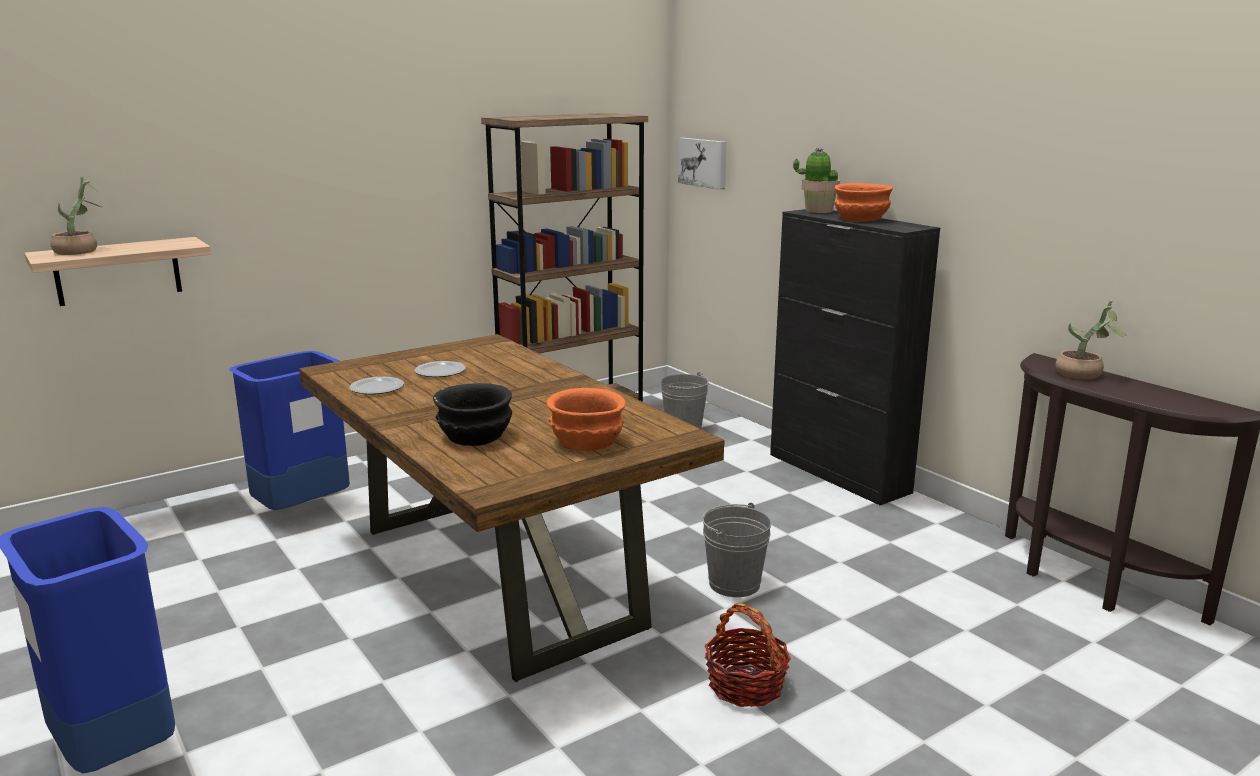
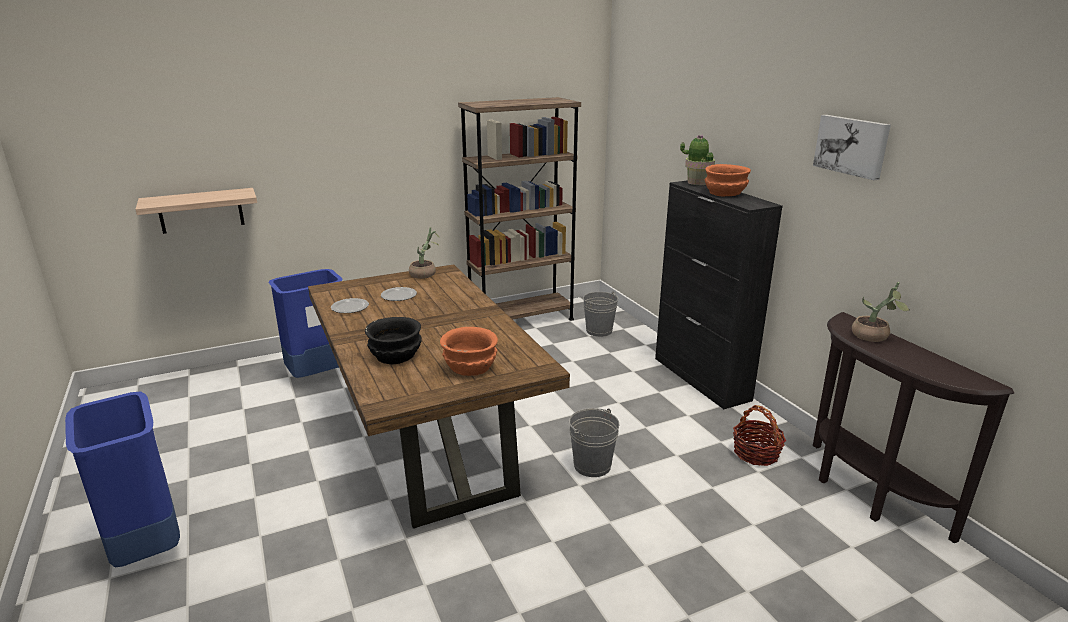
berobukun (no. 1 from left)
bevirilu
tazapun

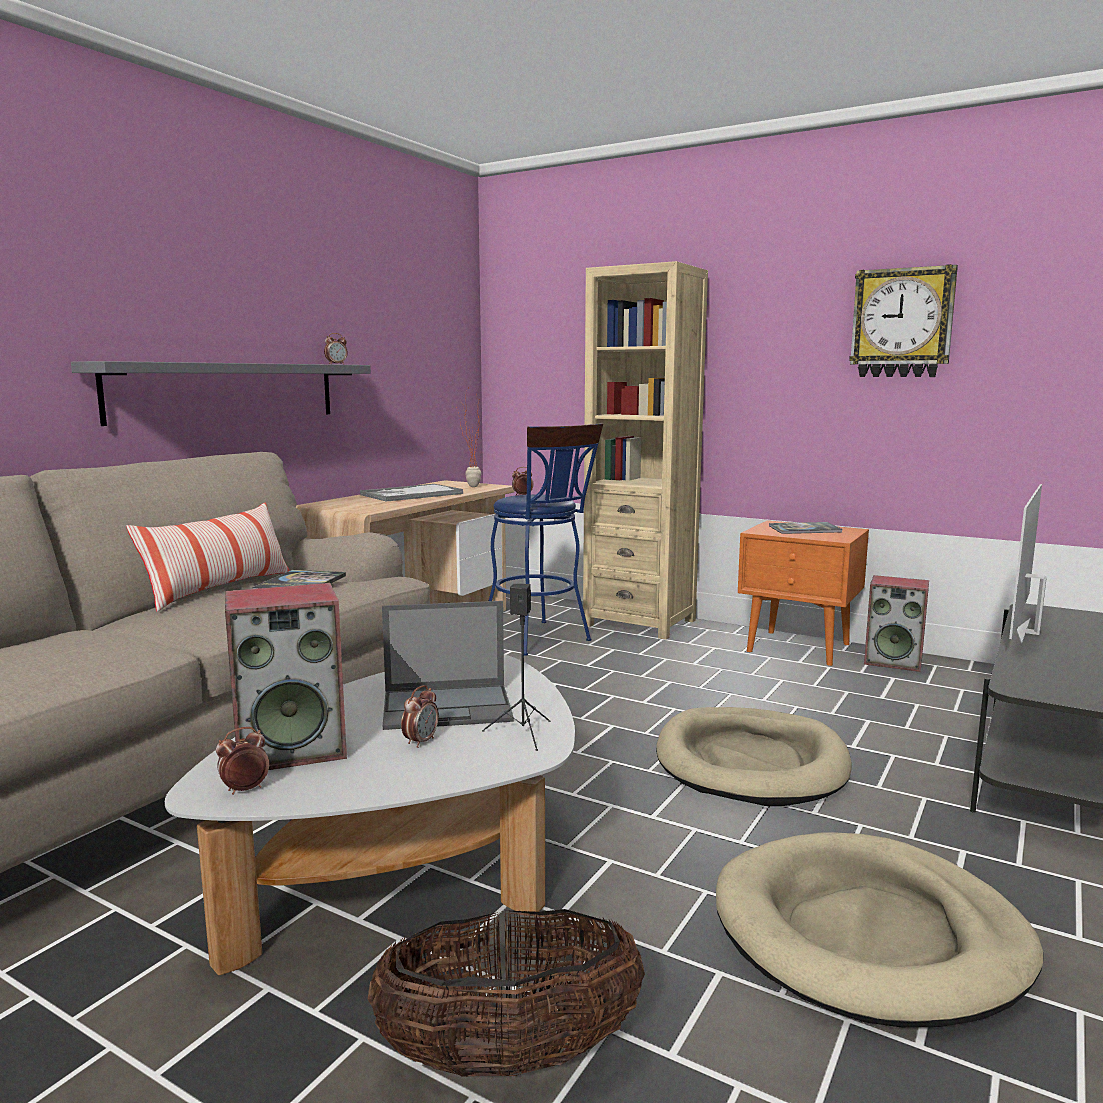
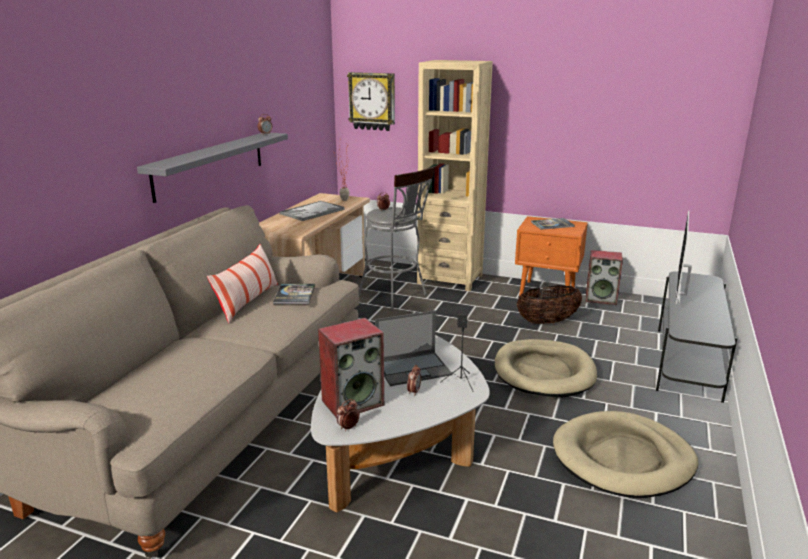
tazapun
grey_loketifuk
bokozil

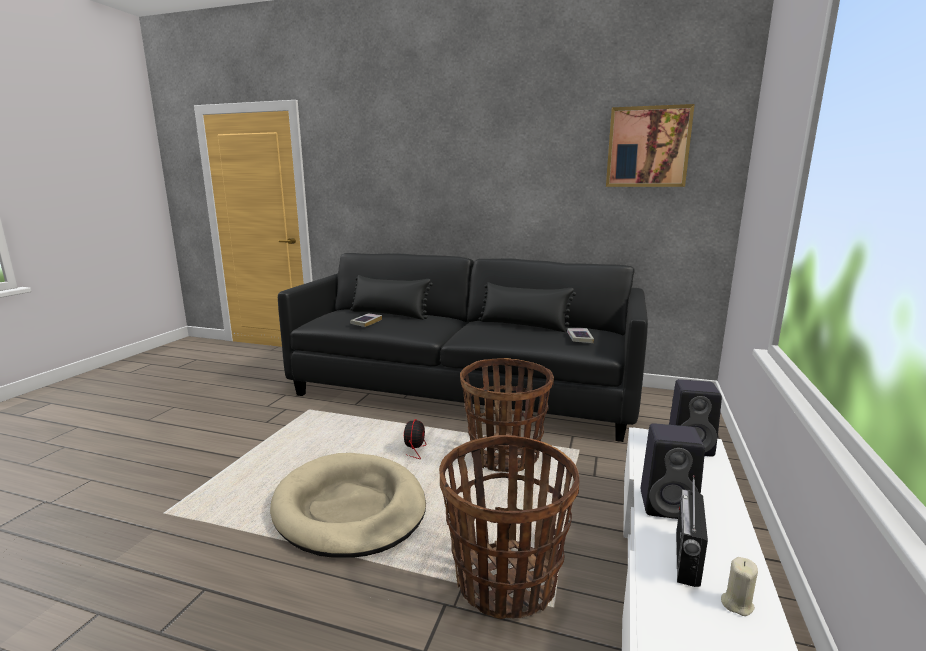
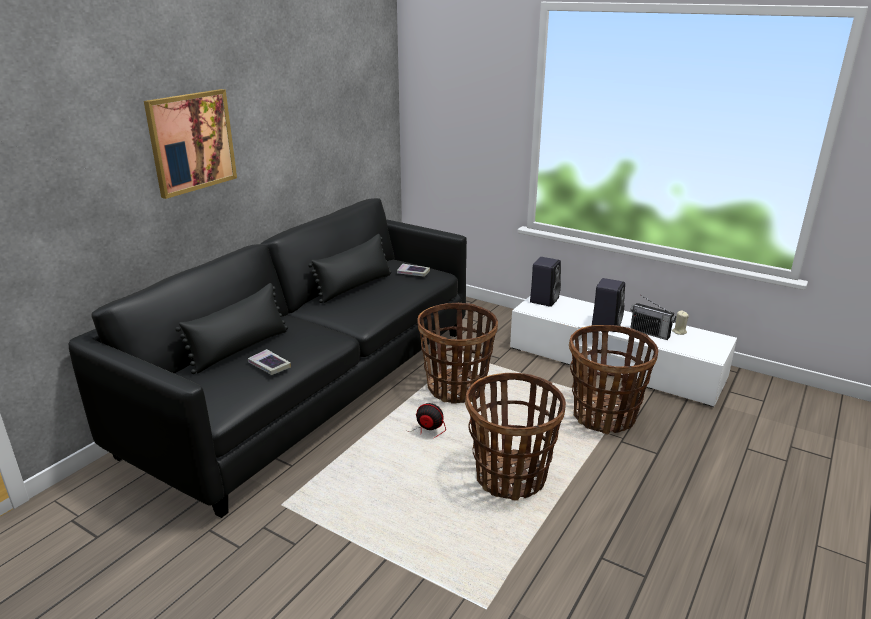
tazapun (no. 2 from left)
bevirilu

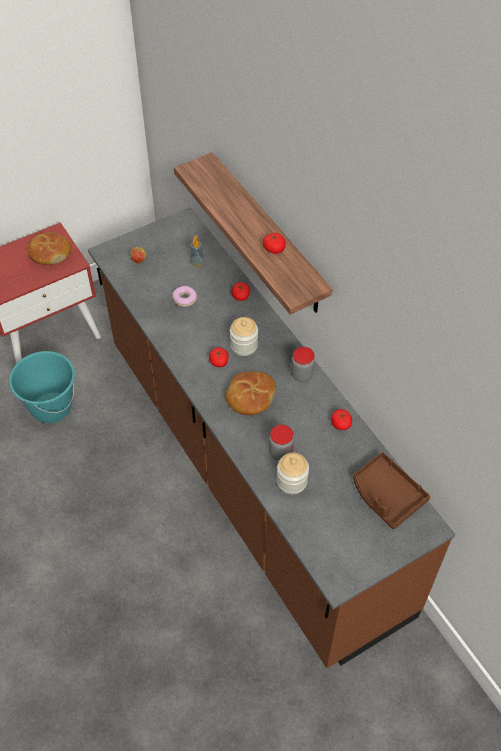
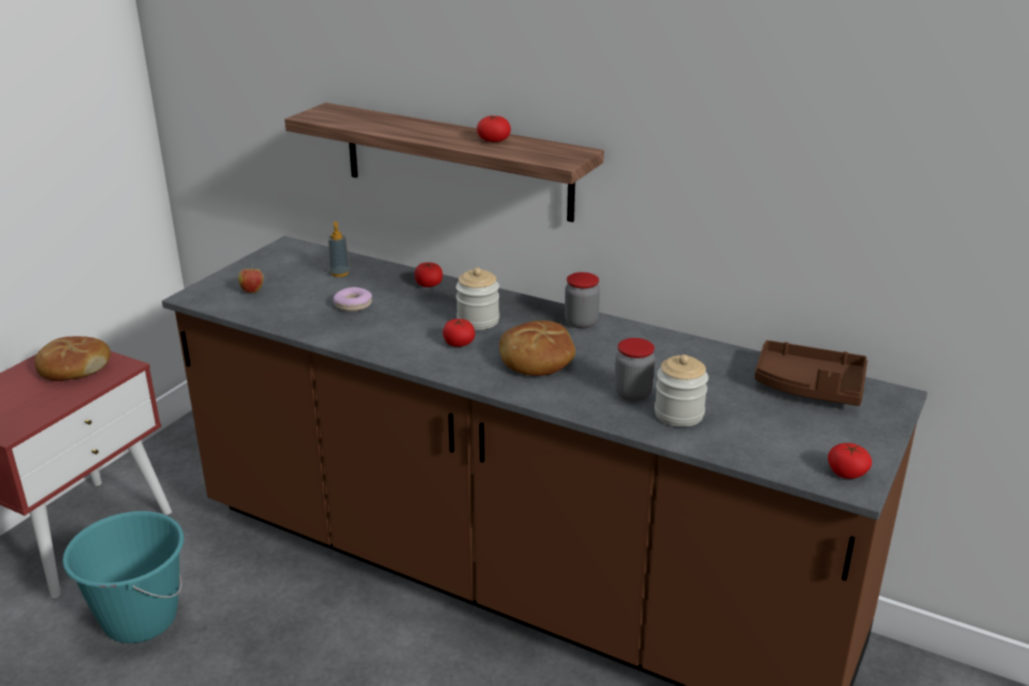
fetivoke (no. 4 from left)

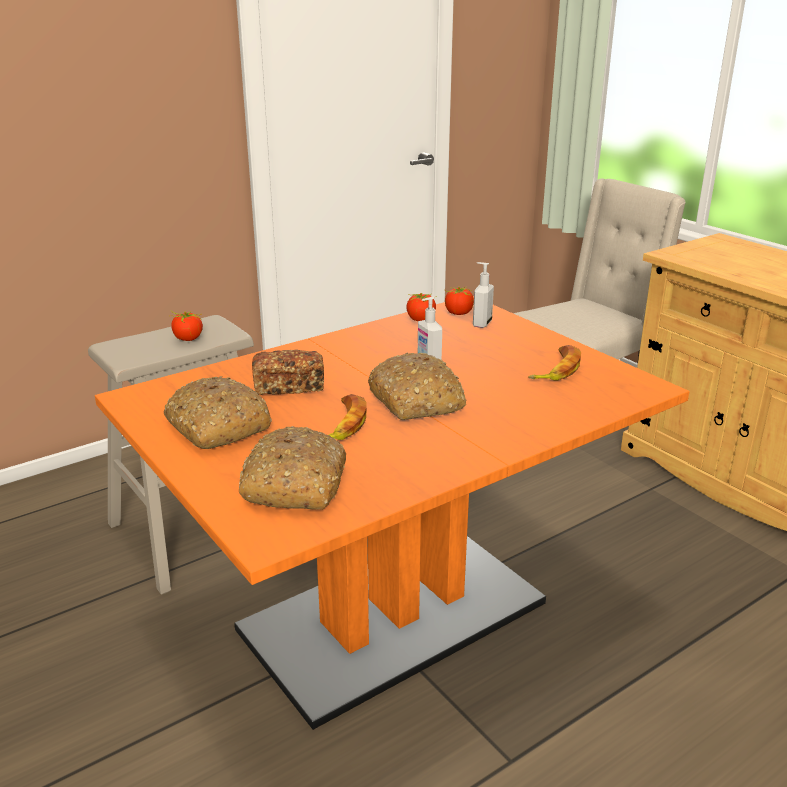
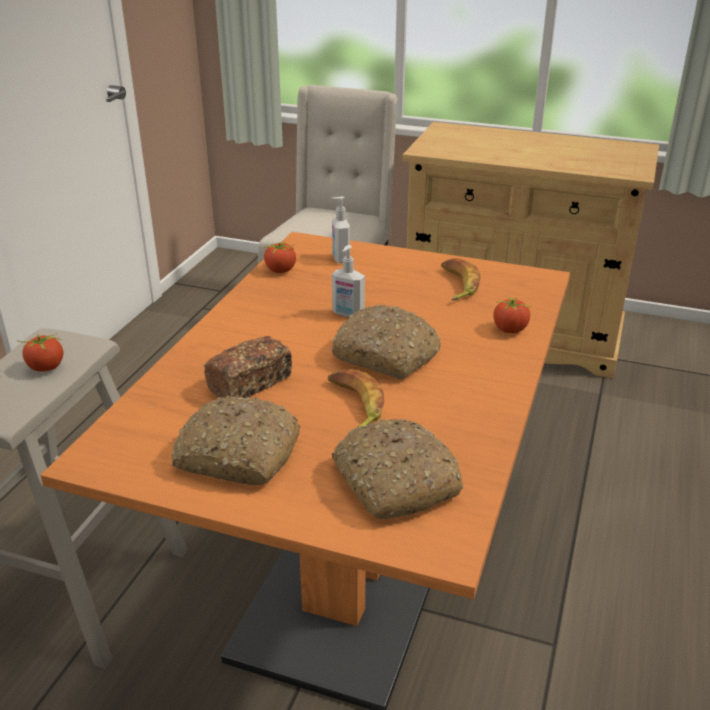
fetivoke (no. 3 from left)

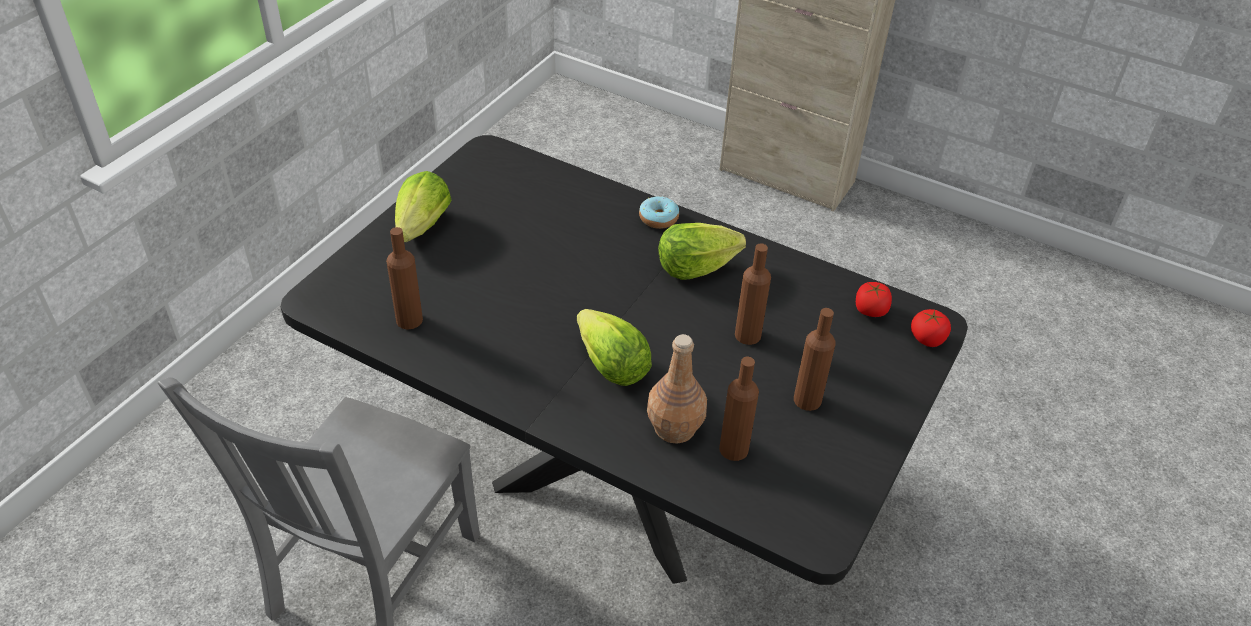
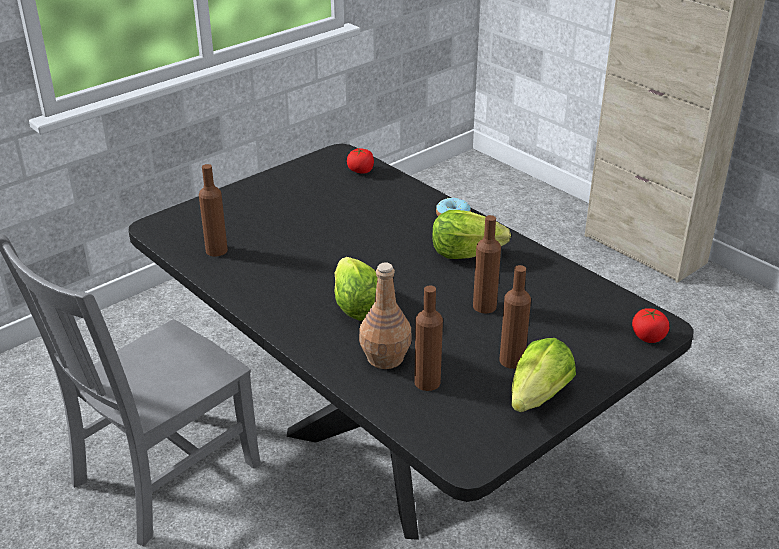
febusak (no. 3 from left)
fetivoke (no. 1 from left)

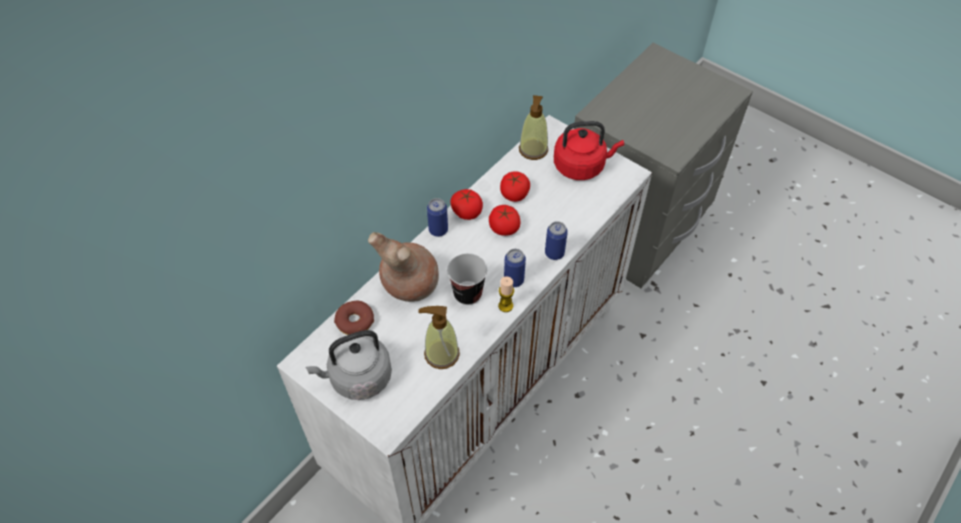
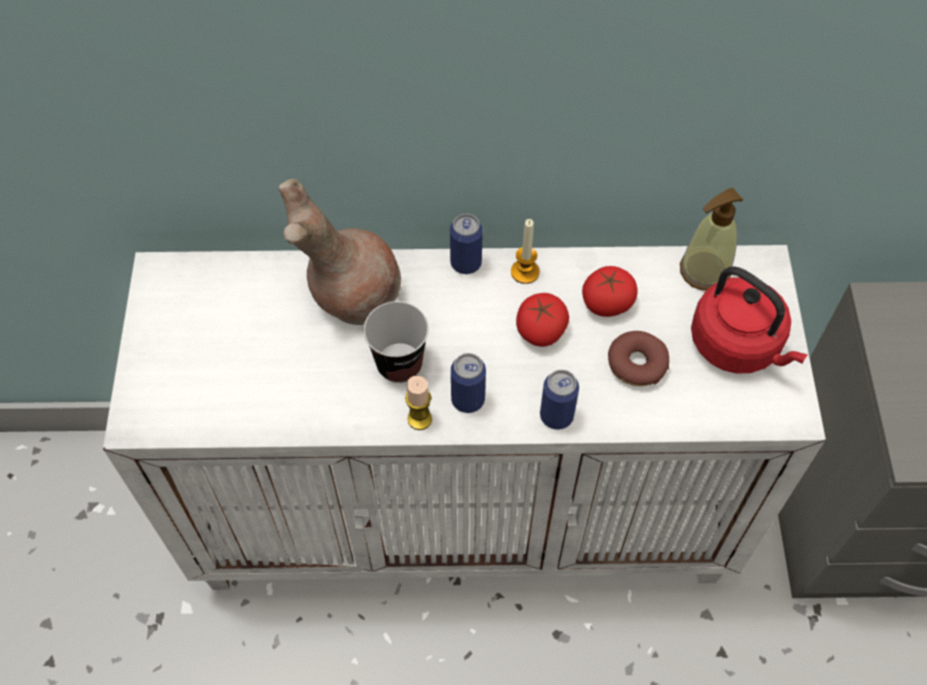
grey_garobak
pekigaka
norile (no. 1 from left in the first image)
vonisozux (no. 2 from left)

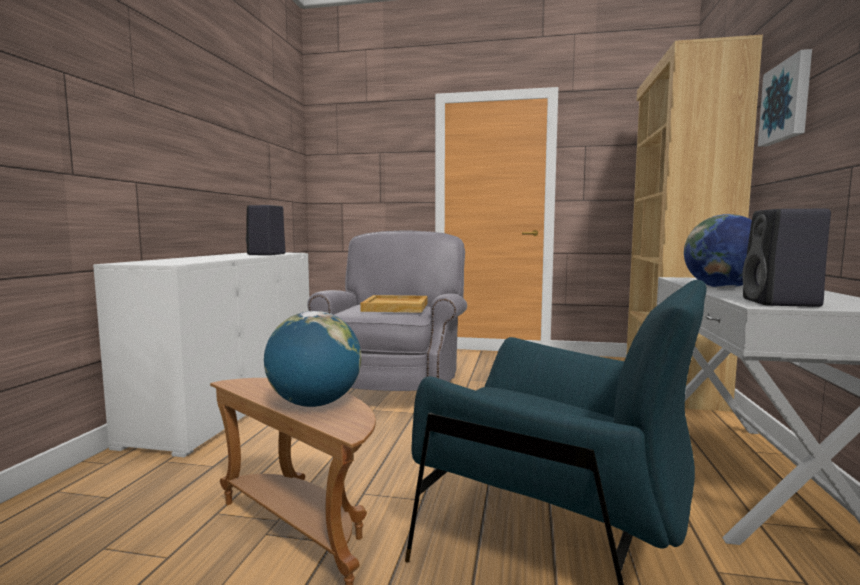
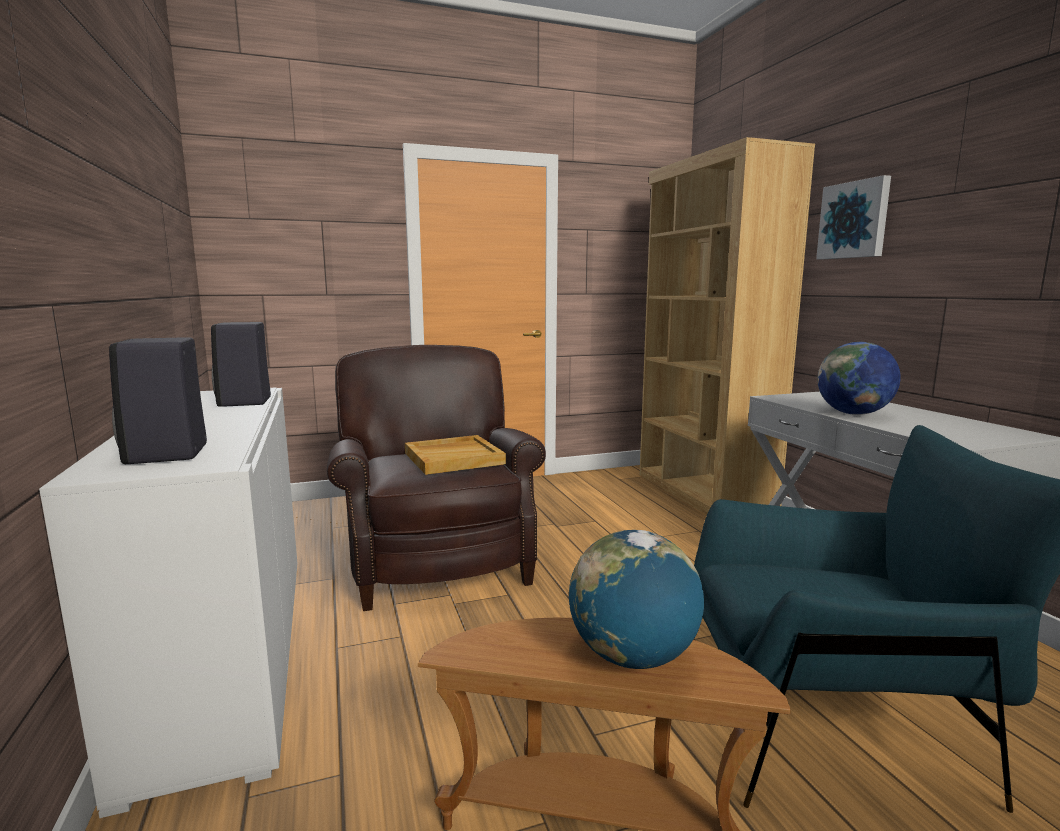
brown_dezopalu
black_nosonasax (no. 1 from left)

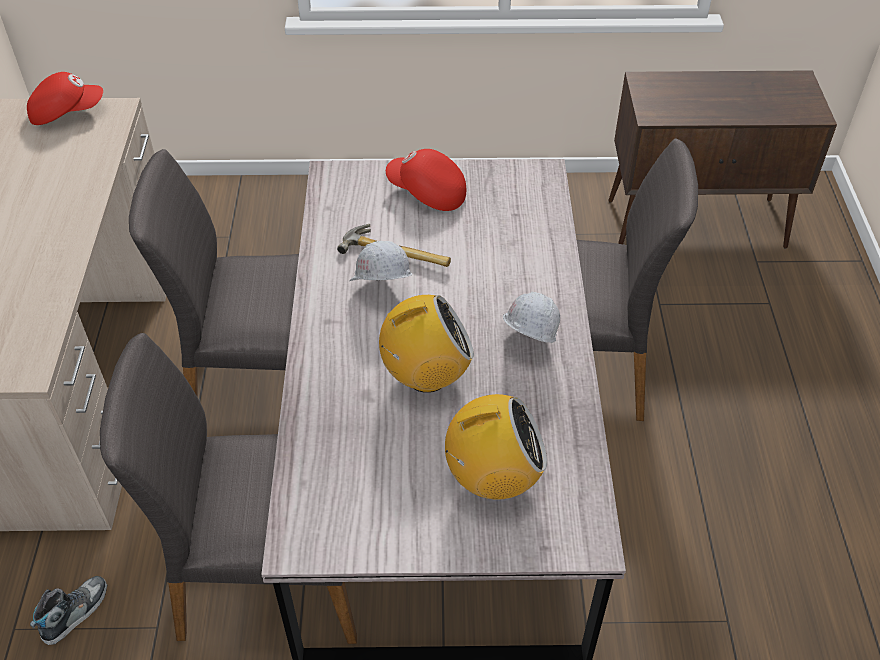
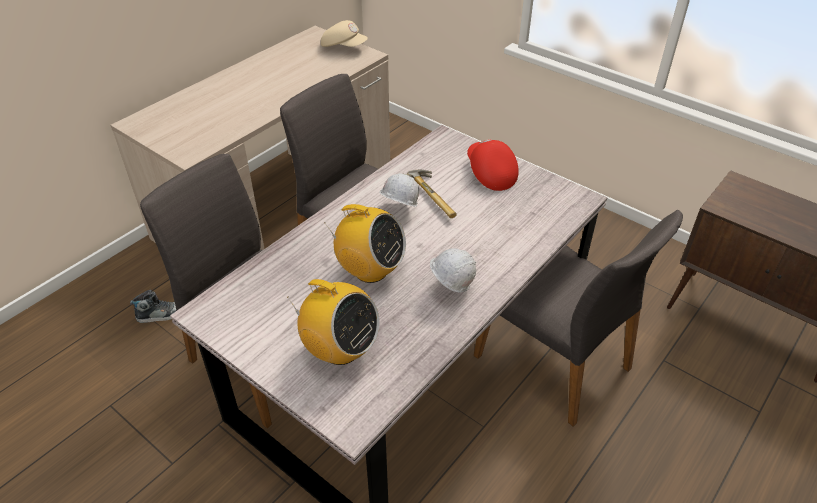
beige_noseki

